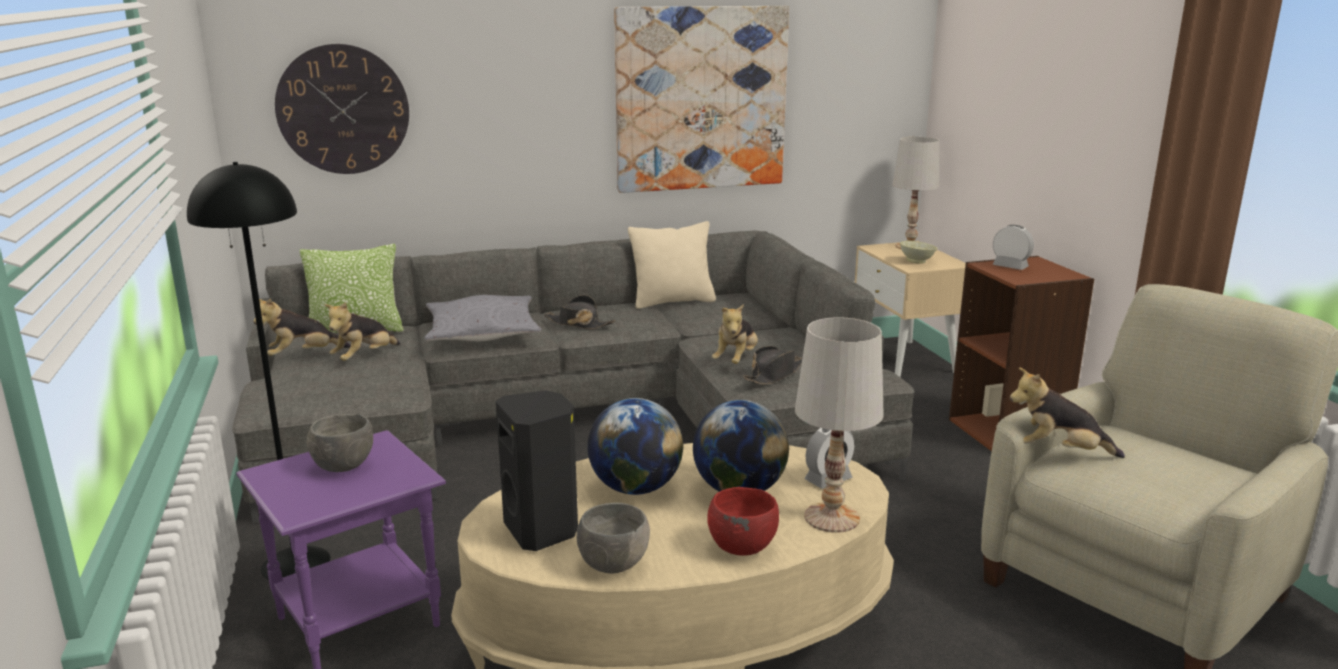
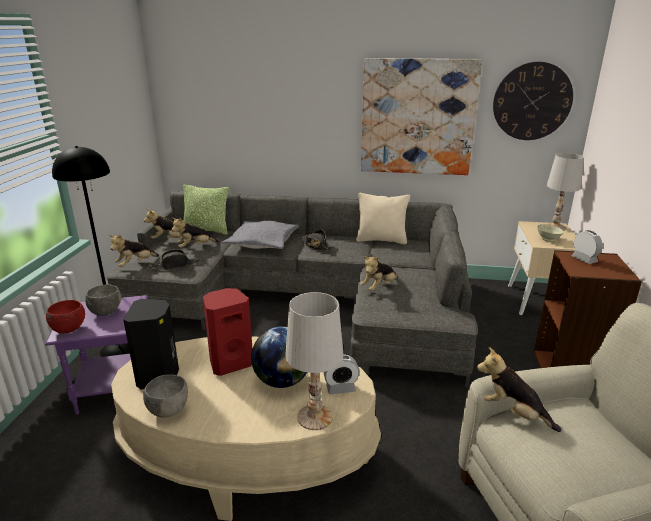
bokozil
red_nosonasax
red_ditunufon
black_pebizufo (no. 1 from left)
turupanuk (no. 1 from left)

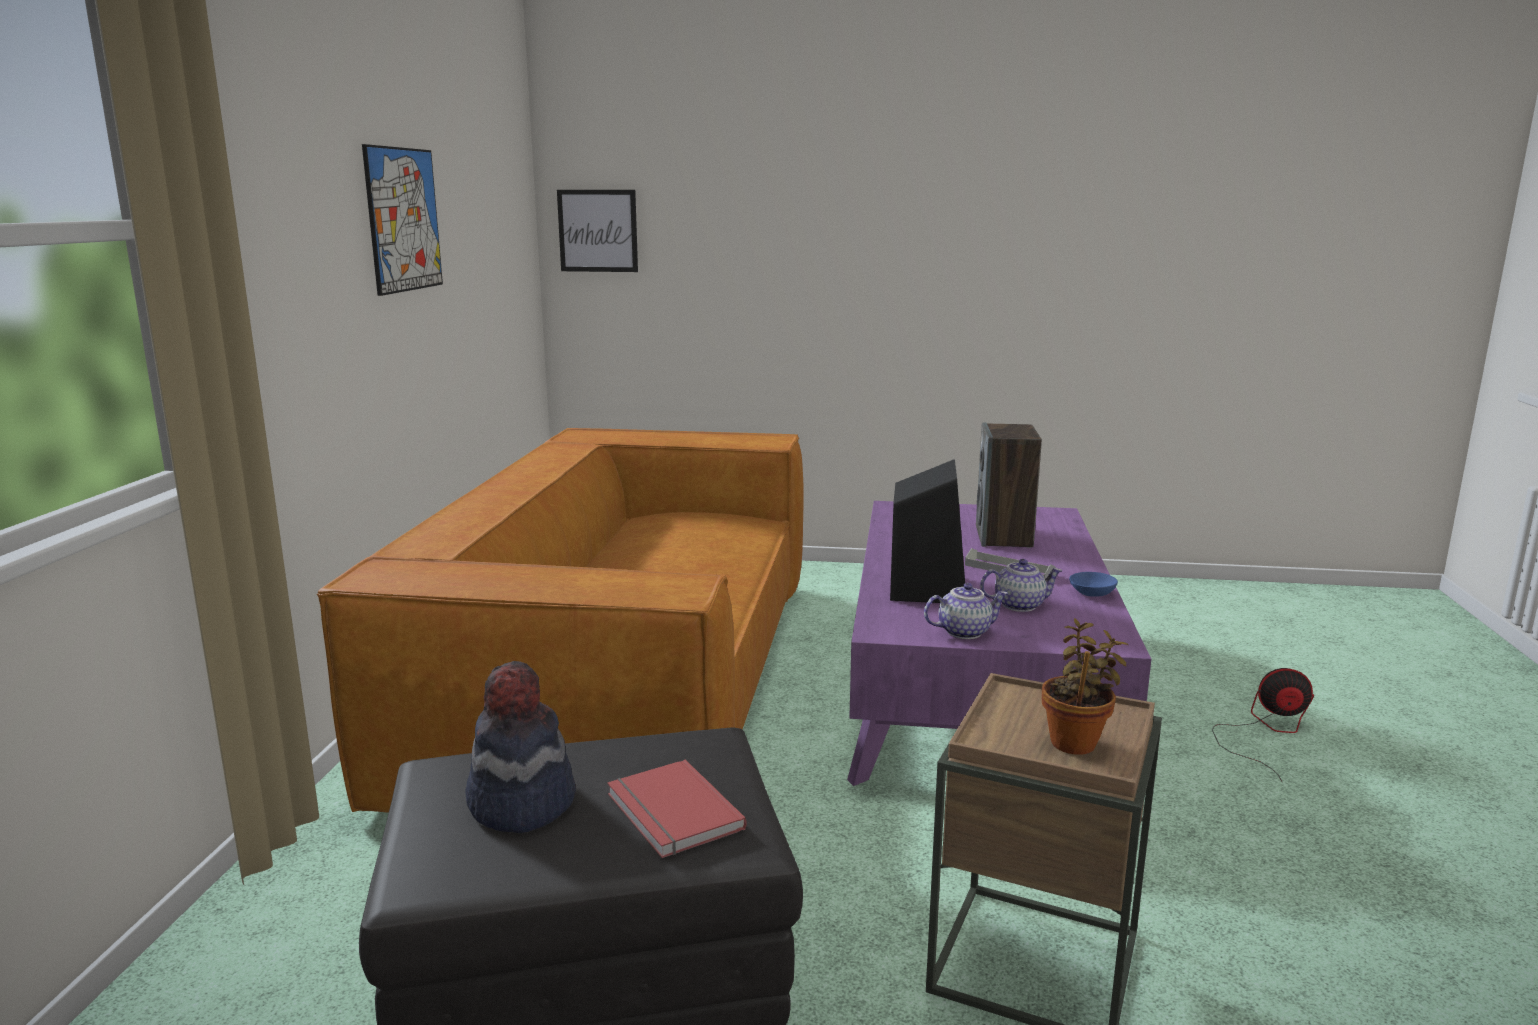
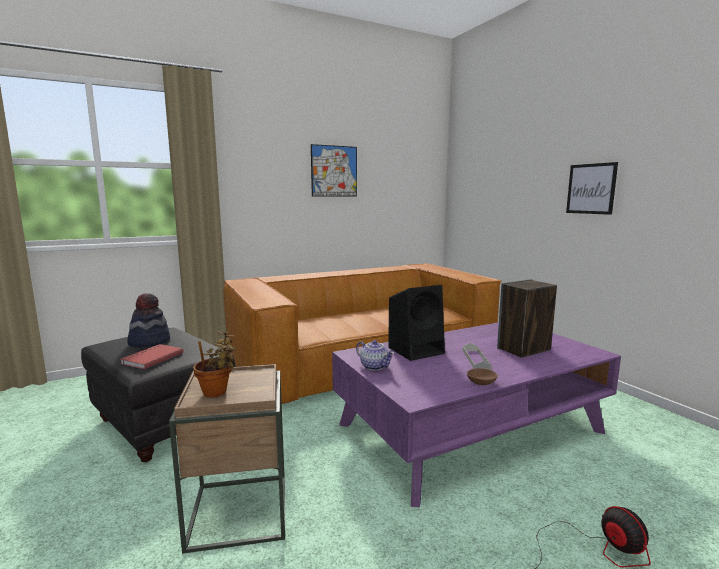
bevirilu (no. 2 from left)
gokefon (no. 2 from left in the first image)
brown_ditunufon

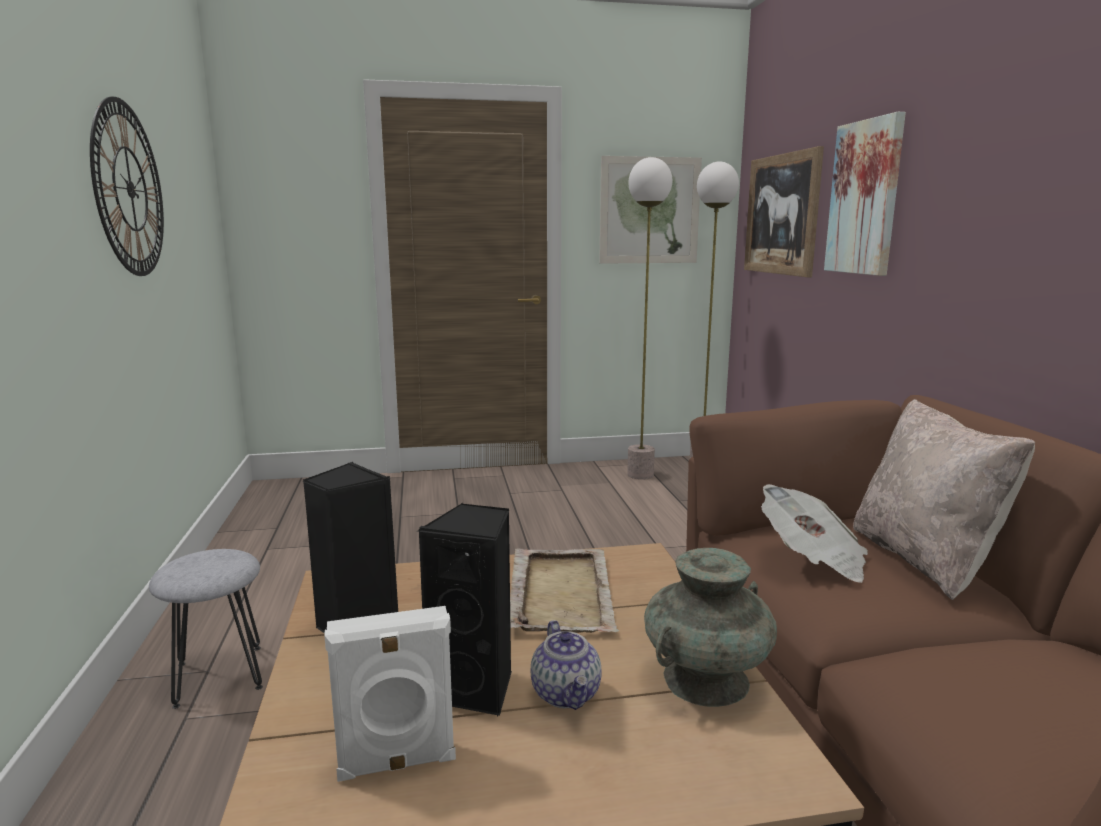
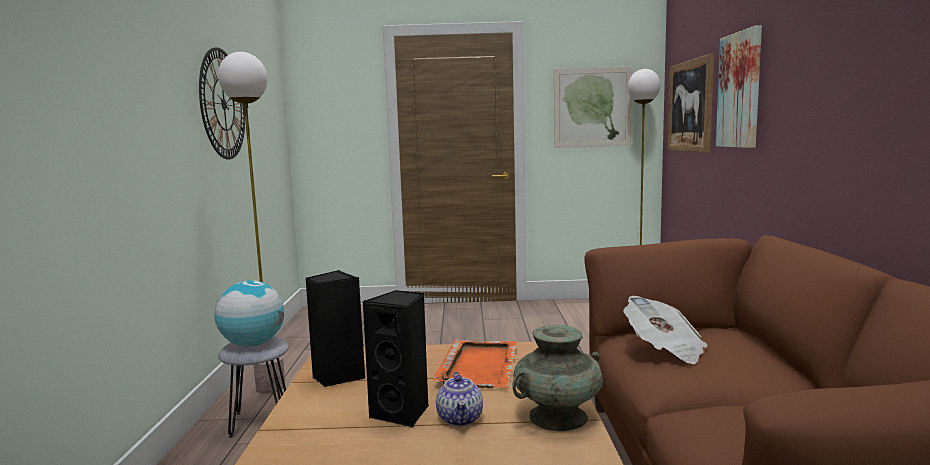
white_nosonasax
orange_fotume
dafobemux (no. 1 from left)
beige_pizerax
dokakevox

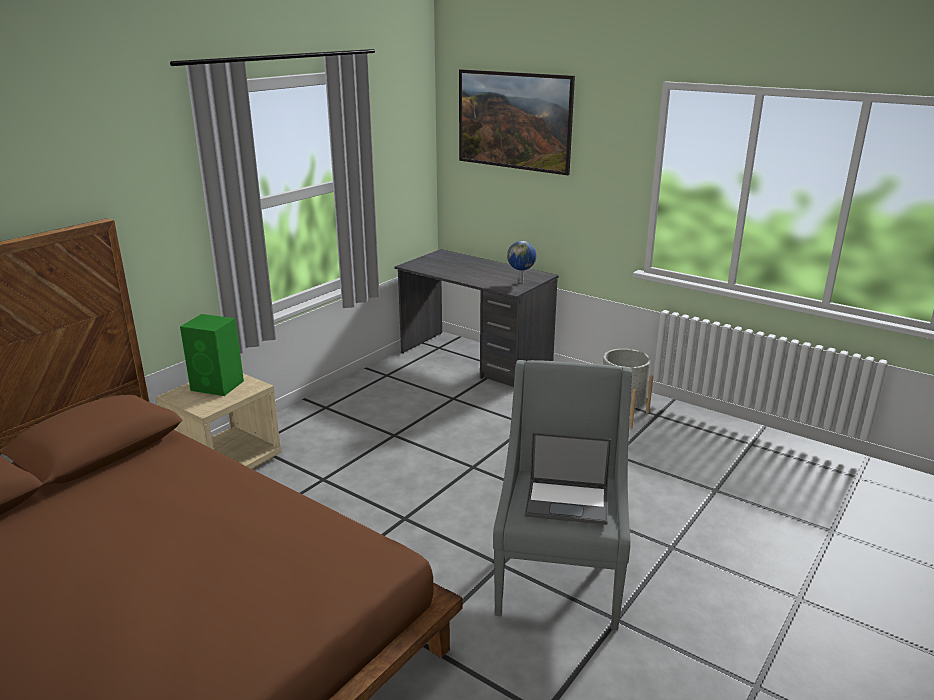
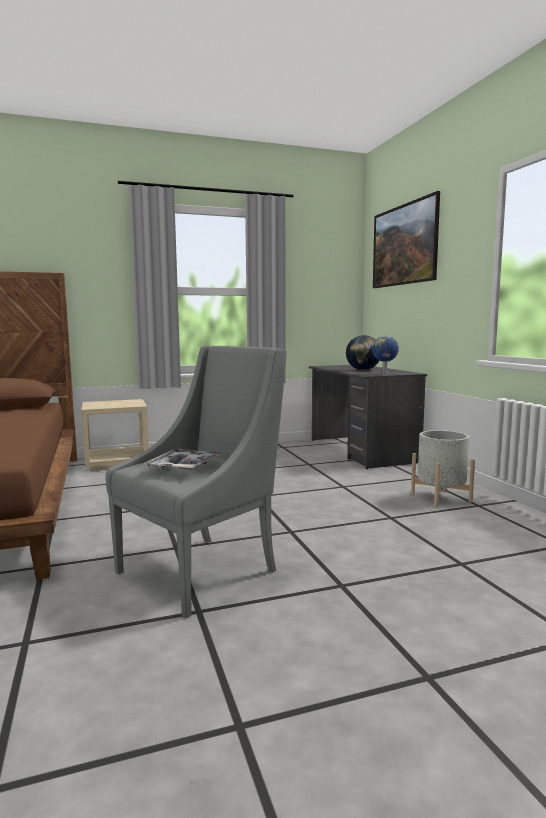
green_nosonasax
fotume
dokakevox (no. 1 from left)

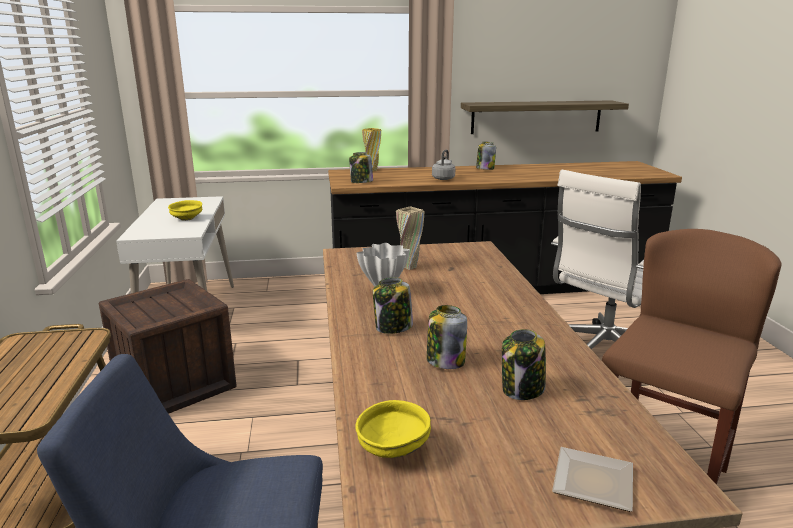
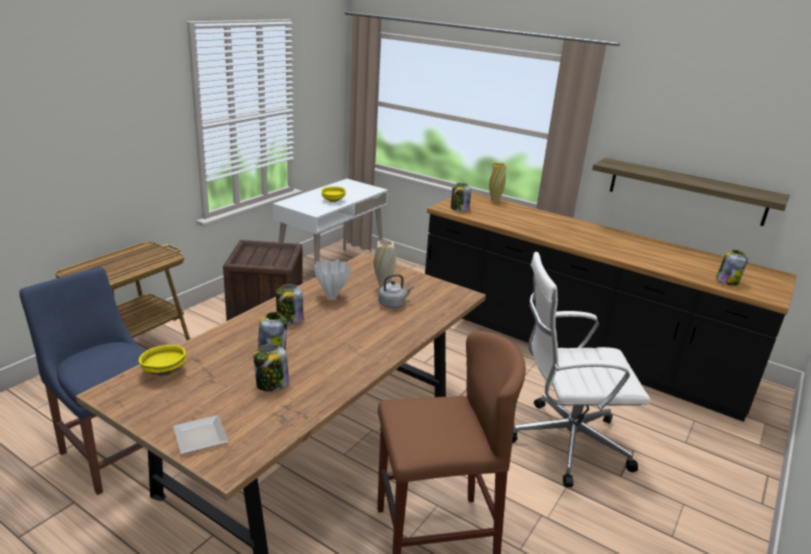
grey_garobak
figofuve (no. 5 from left)

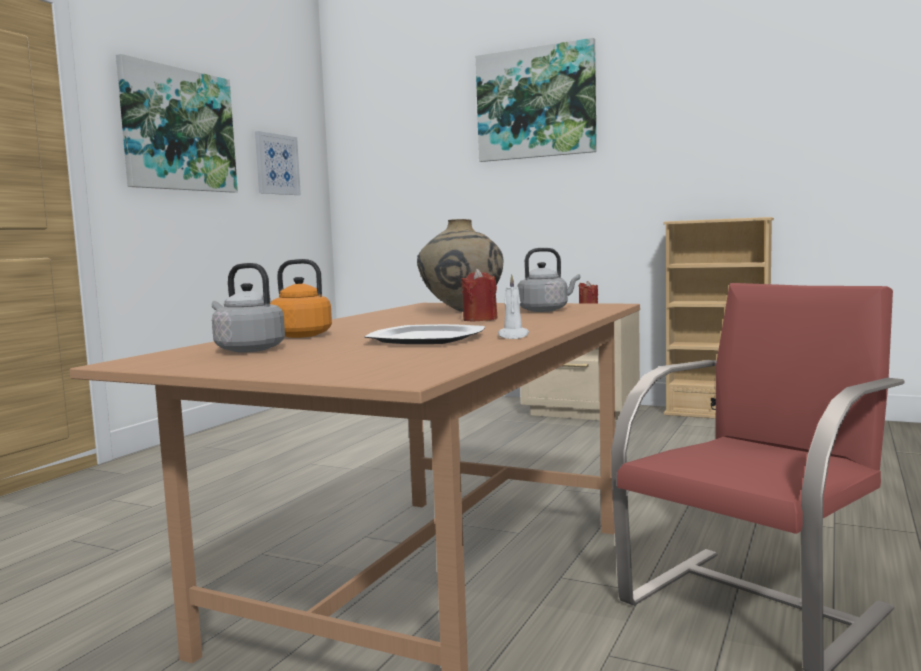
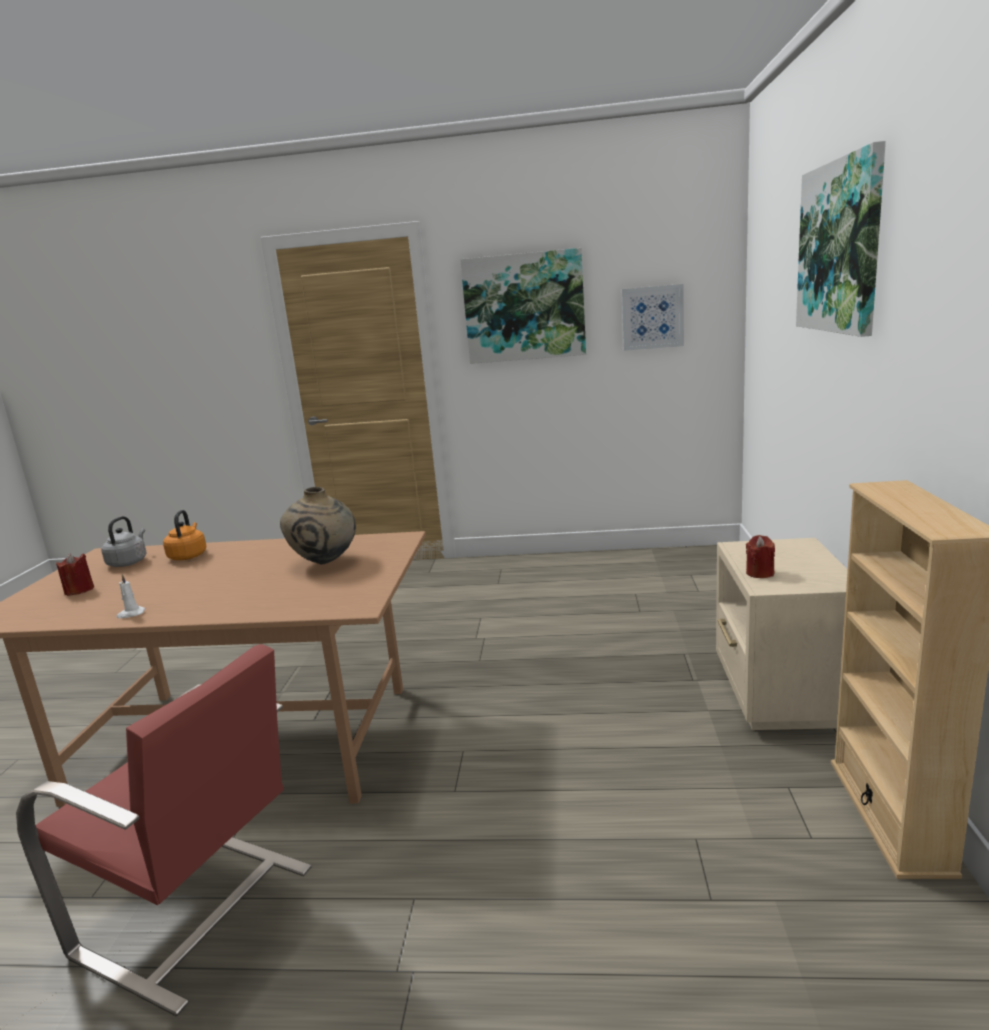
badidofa
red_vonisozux (no. 1 from left)
grey_garobak (no. 2 from left in the first image)

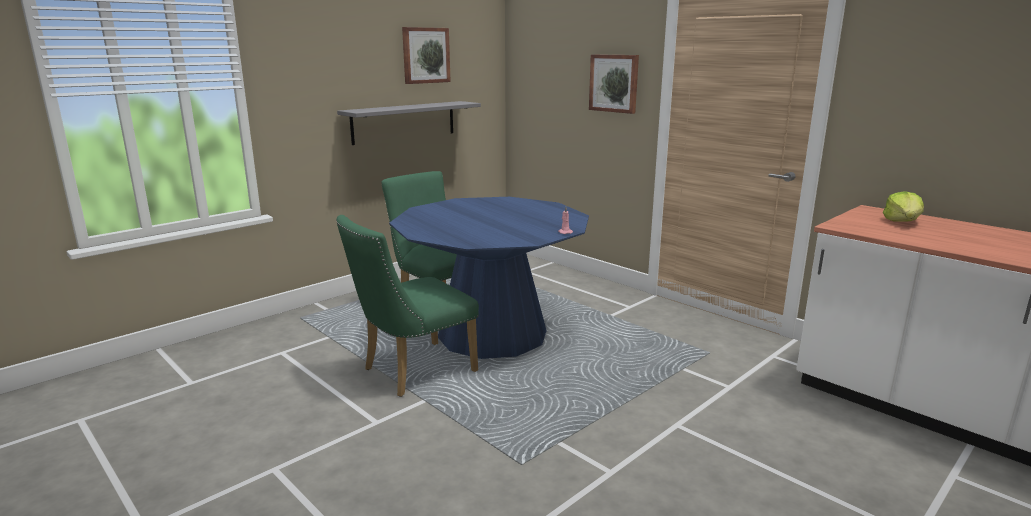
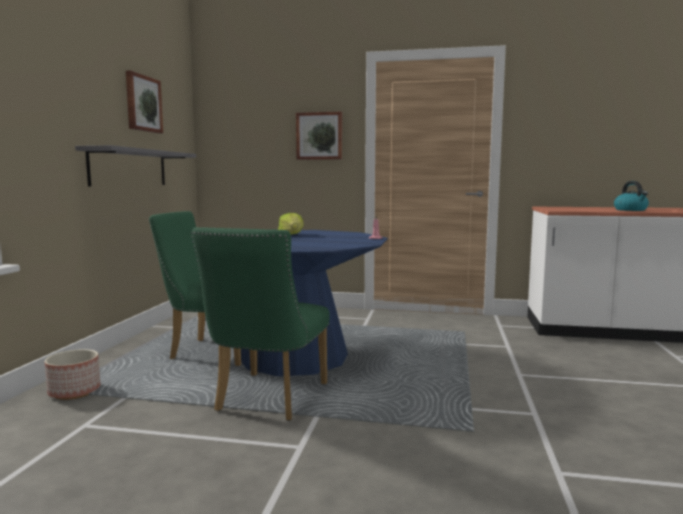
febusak
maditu
garobak

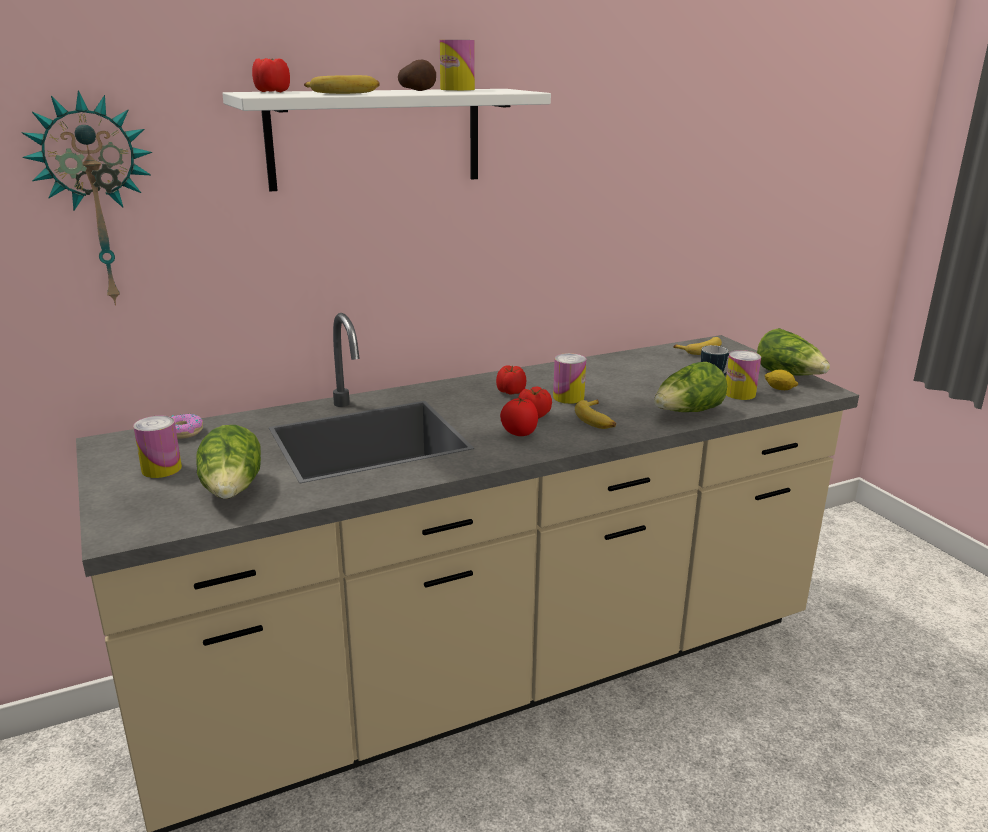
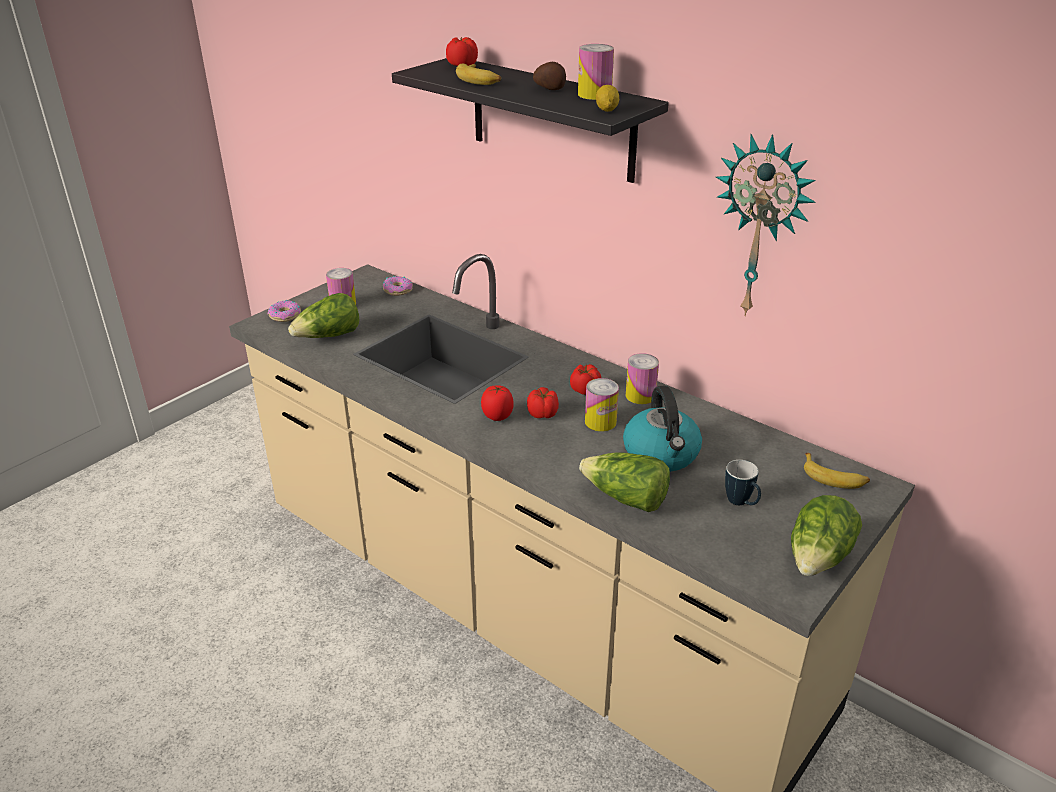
bokozil
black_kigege
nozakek (no. 2 from left in the first image)
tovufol (no. 4 from left)
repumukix
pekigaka (no. 1 from left)
garobak

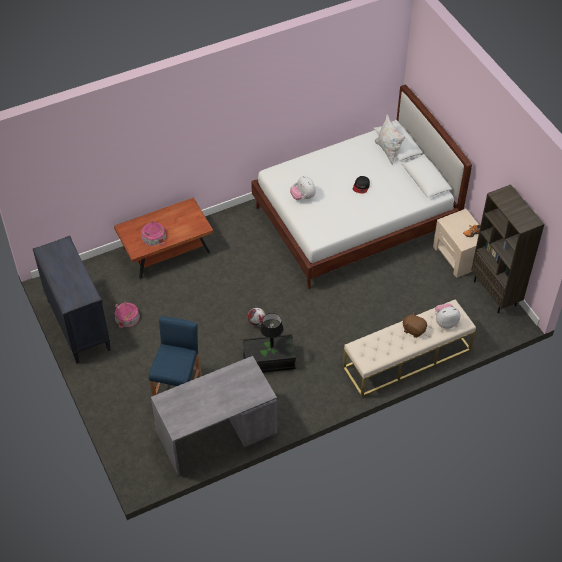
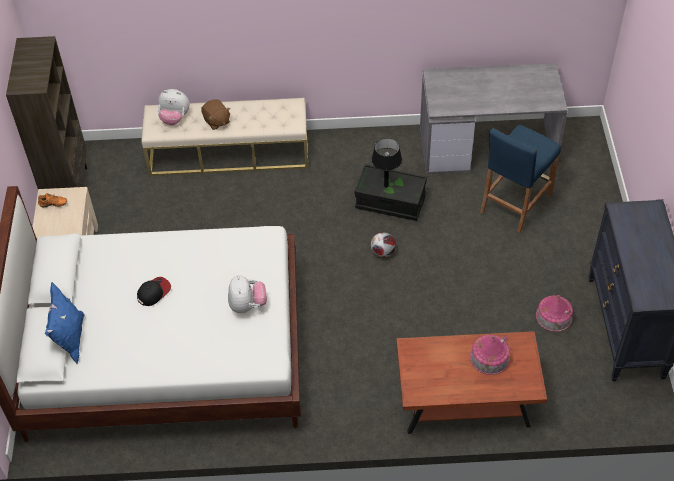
blue_pizerax

